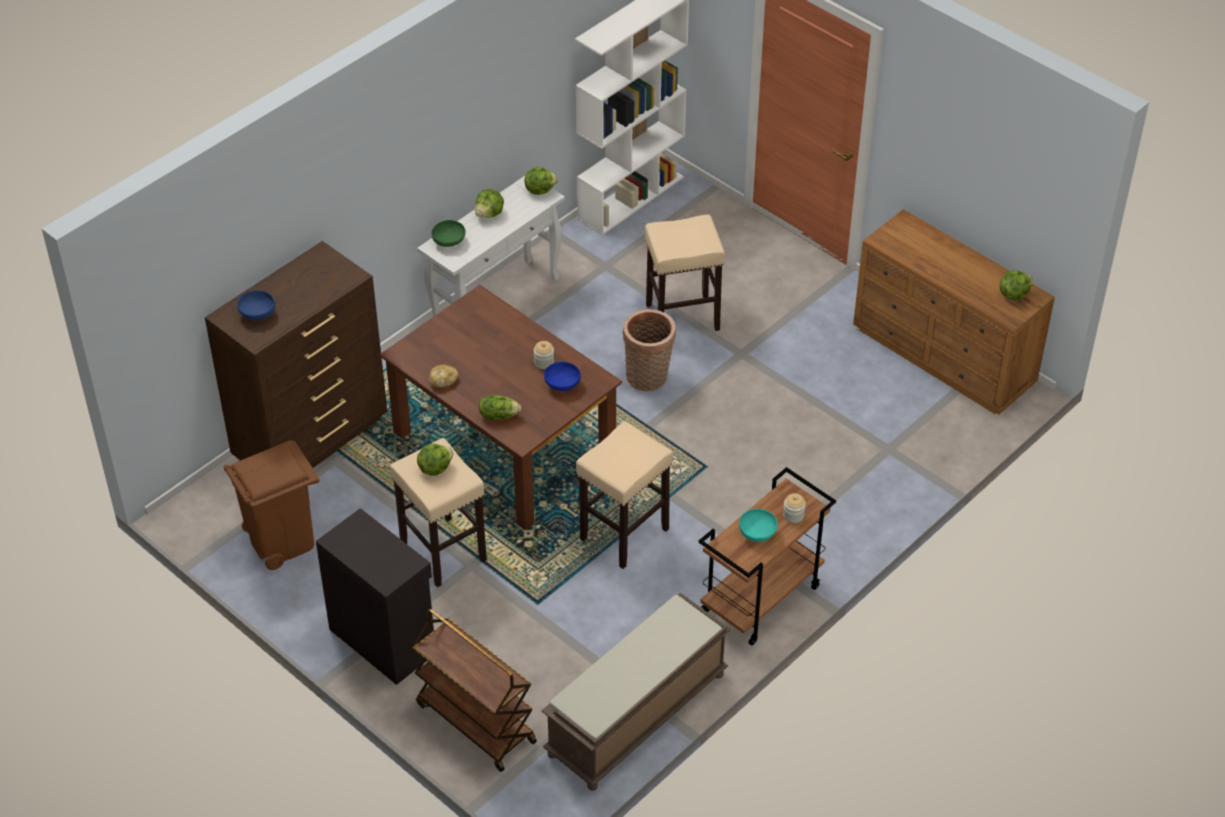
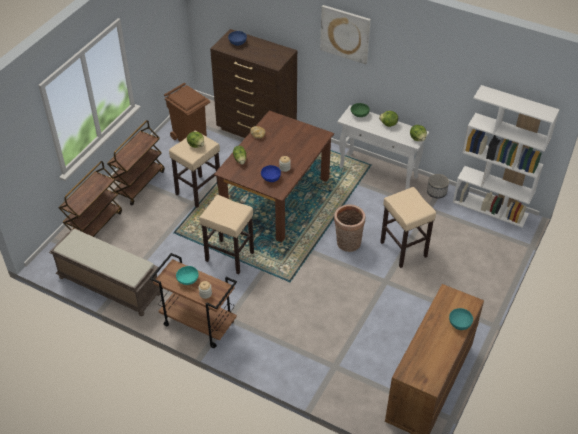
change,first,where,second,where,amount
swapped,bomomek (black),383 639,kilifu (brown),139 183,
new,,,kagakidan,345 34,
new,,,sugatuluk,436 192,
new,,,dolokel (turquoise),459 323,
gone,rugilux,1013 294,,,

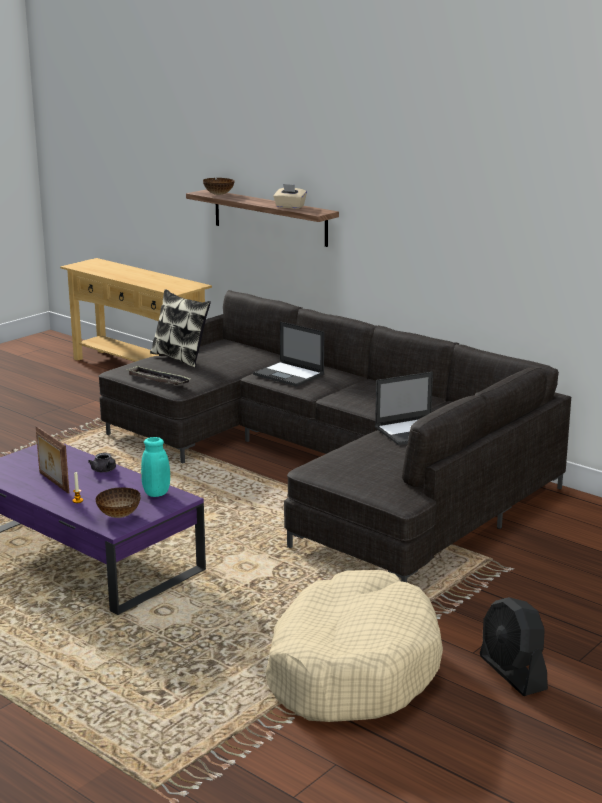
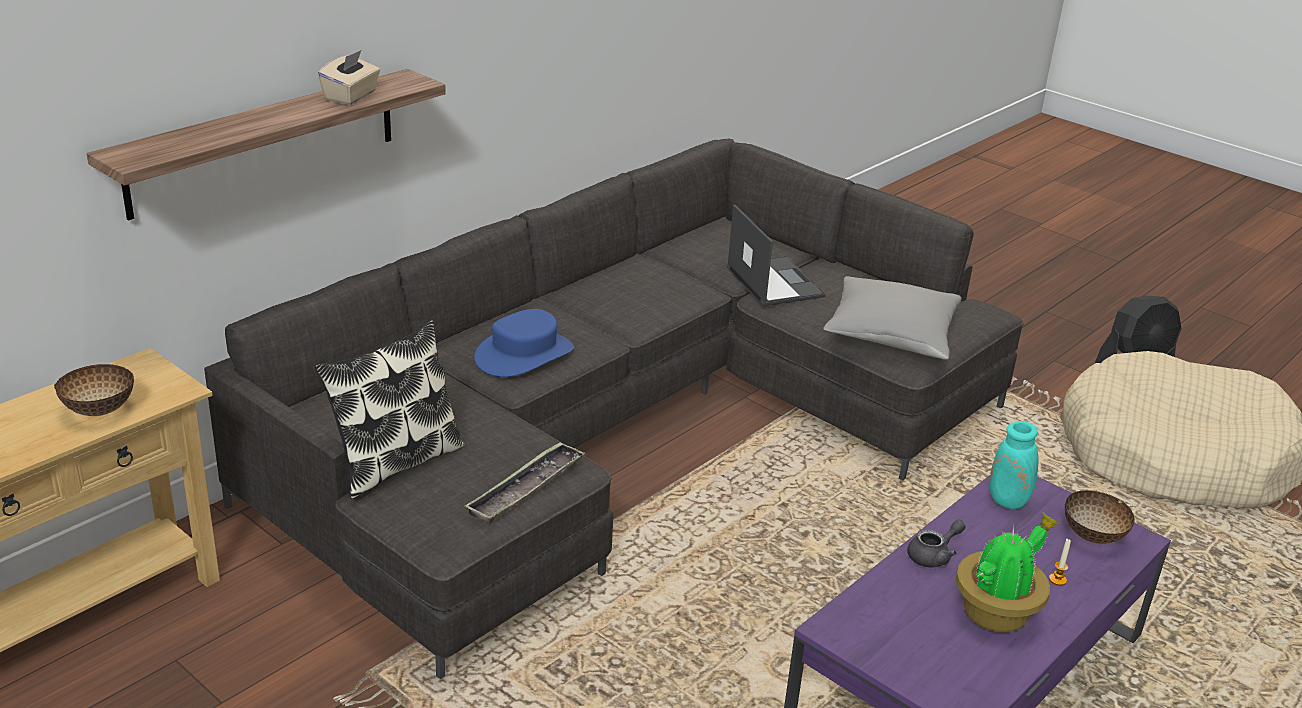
change,first,where,second,where,amount
shifted,dolokel,219 194,,100 409,
swapped,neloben,289 374,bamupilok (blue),524 354,
new,,,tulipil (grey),890 334,
swapped,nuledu,53 483,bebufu,997 612,

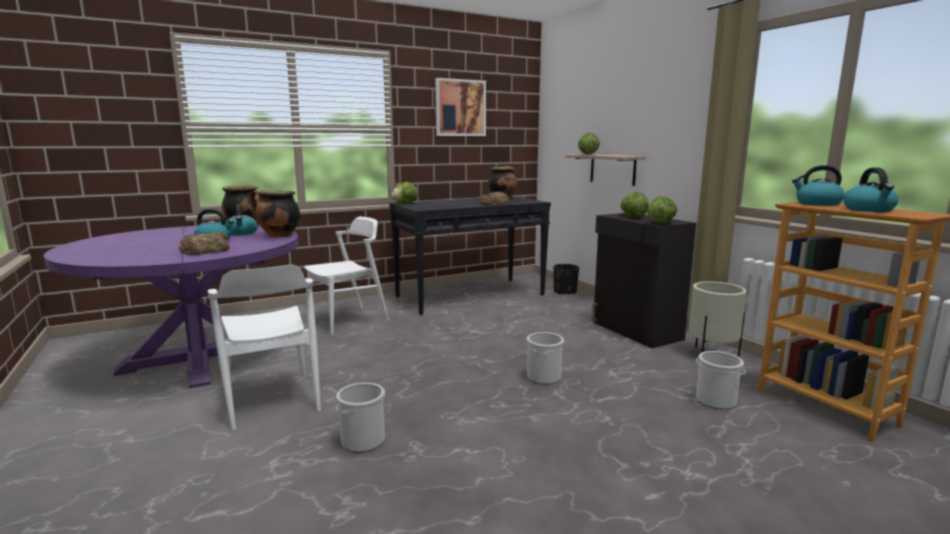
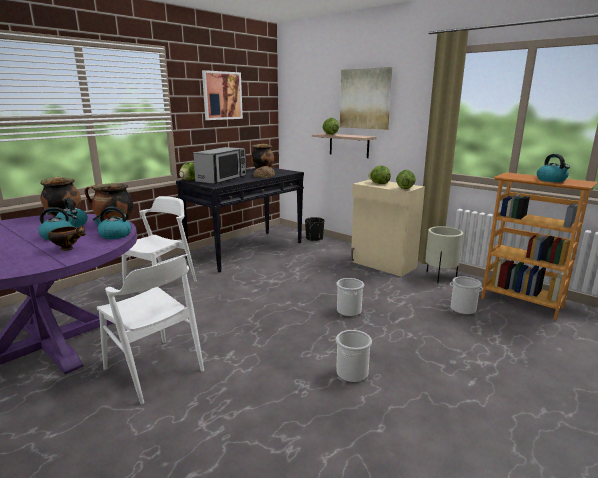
change,first,where,second,where,amount
swapped,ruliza,206 250,dolokel,68 249,
shifted,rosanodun,817 204,,114 235,
new,,,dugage,222 179,
shifted,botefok,363 440,,352 373,
new,,,kagakidan,365 99,
repainted,bomomek (black),636 331,bomomek (beige),383 264,

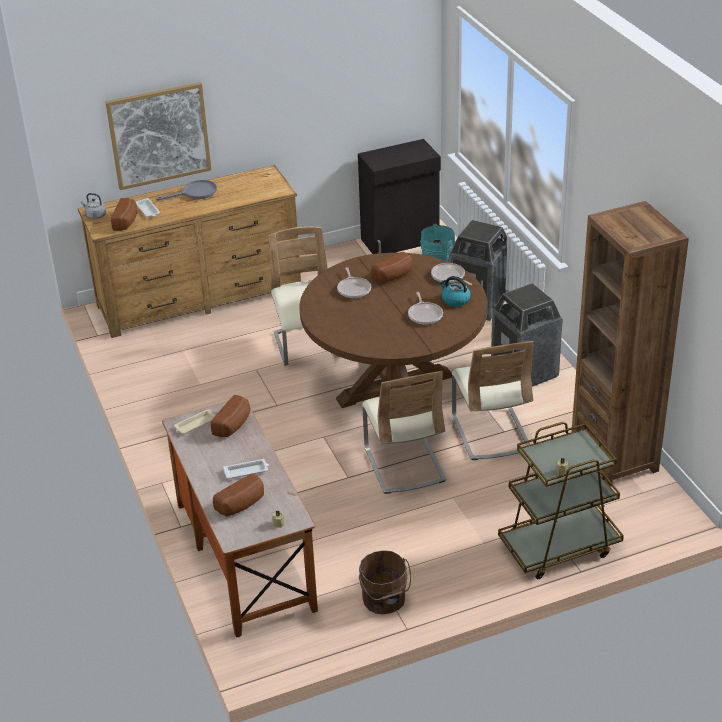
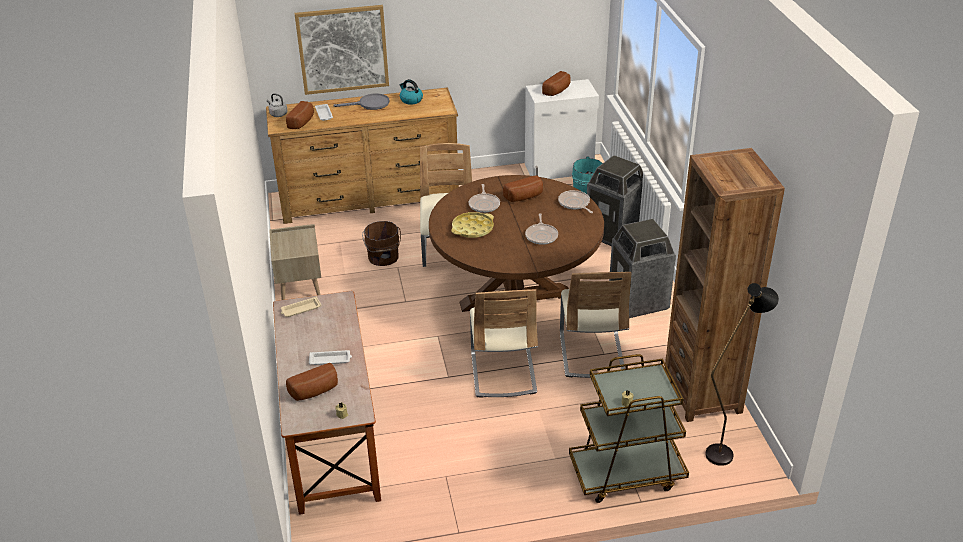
change,first,where,second,where,amount
new,,,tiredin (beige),299 287,
shifted,botefok (brown),384 600,,383 258,
shifted,rosanodun,455 300,,411 100,
new,,,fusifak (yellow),472 228,
repainted,bomomek (black),401 241,bomomek (white),559 169,
shifted,ruliza,234 425,,558 90,
new,,,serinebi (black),725 450,

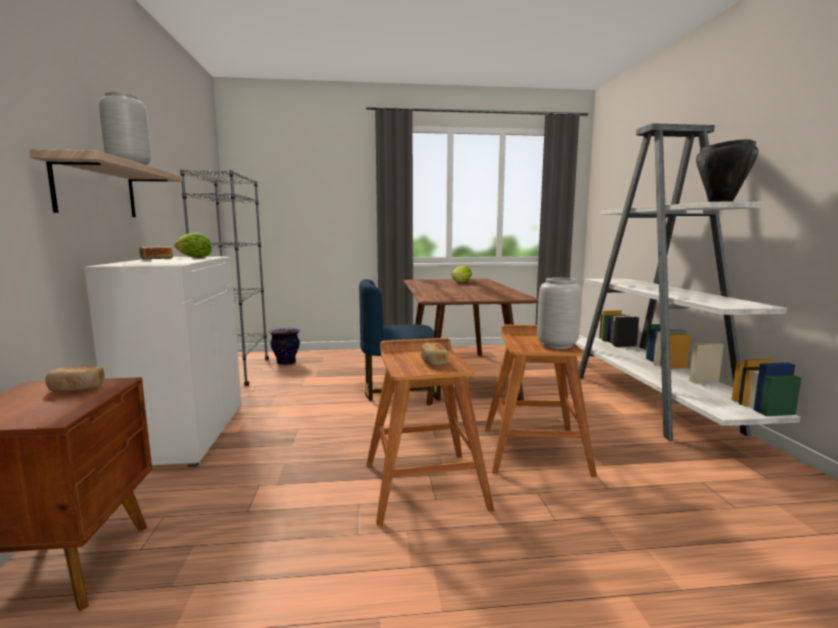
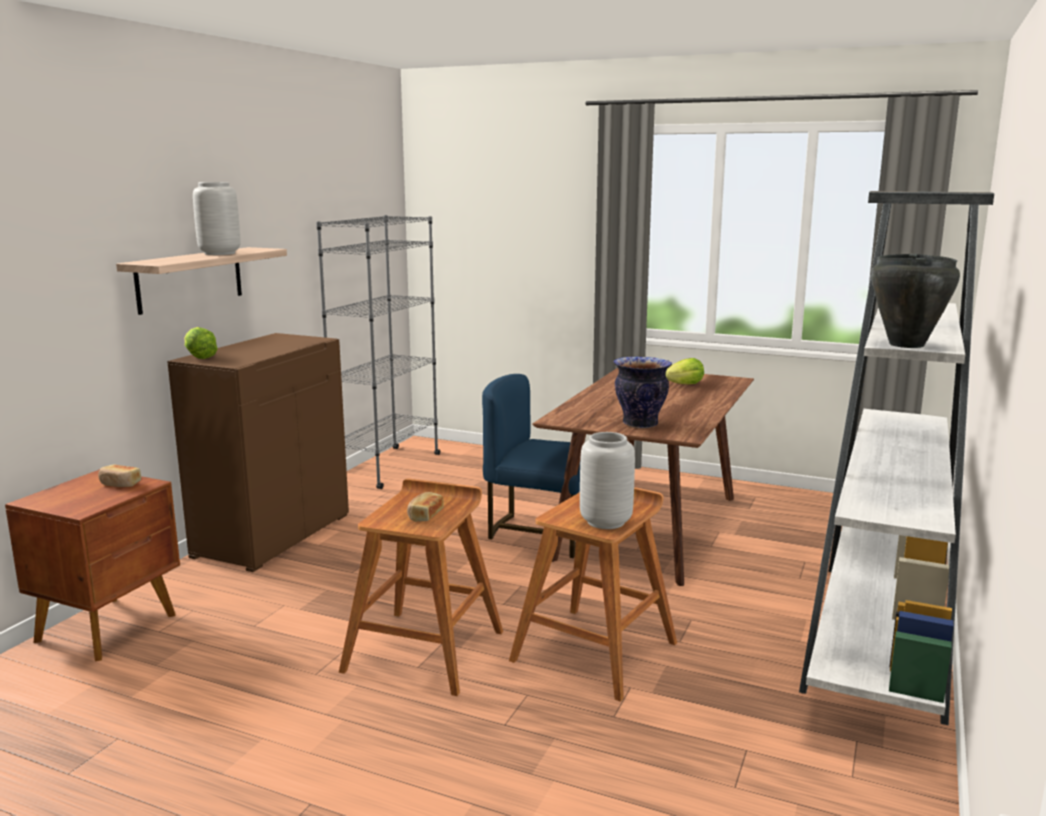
change,first,where,second,where,amount
repainted,bomomek (white),184 434,bomomek (brown),272 535,
shifted,rugilux,193 258,,200 357,
shifted,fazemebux,286 363,,641 424,
gone,ruliza,157 259,,,

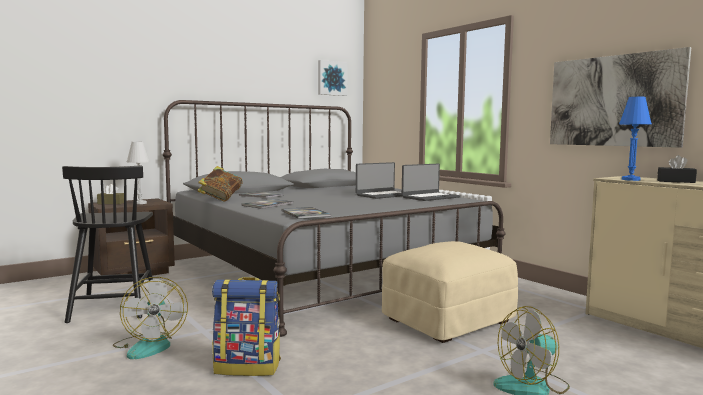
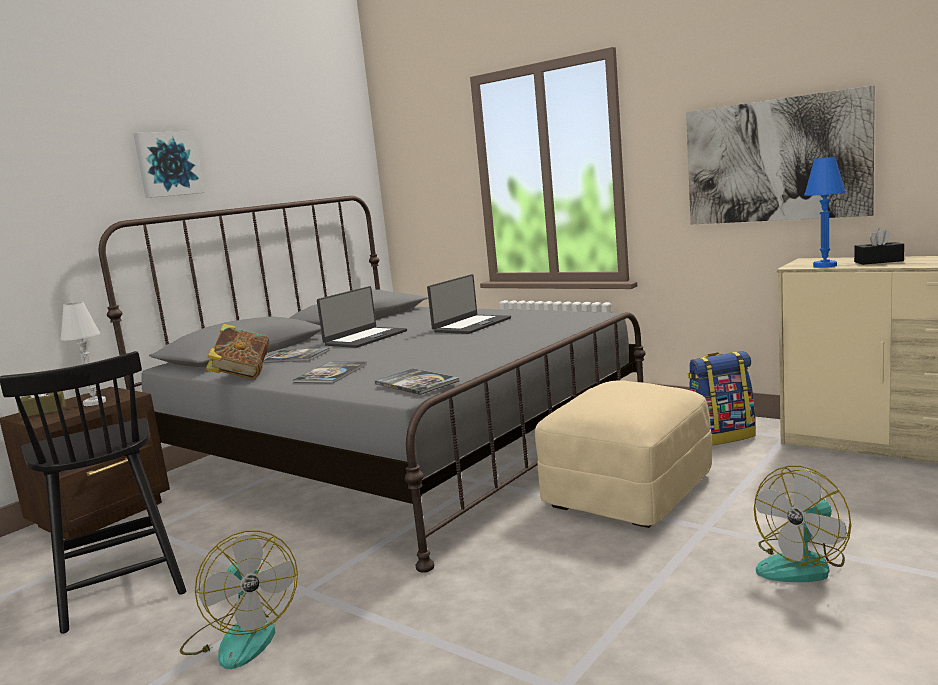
change,first,where,second,where,amount
shifted,kagakidan,331 78,,168 164,
shifted,neloben,430 197,,365 338,
shifted,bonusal,248 367,,721 436,

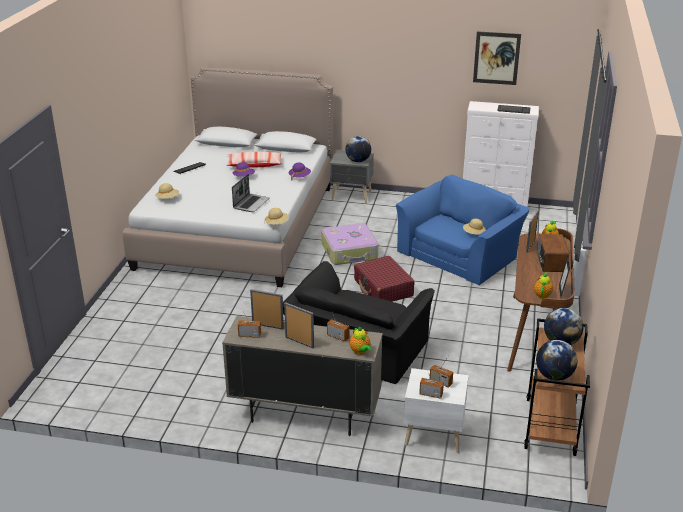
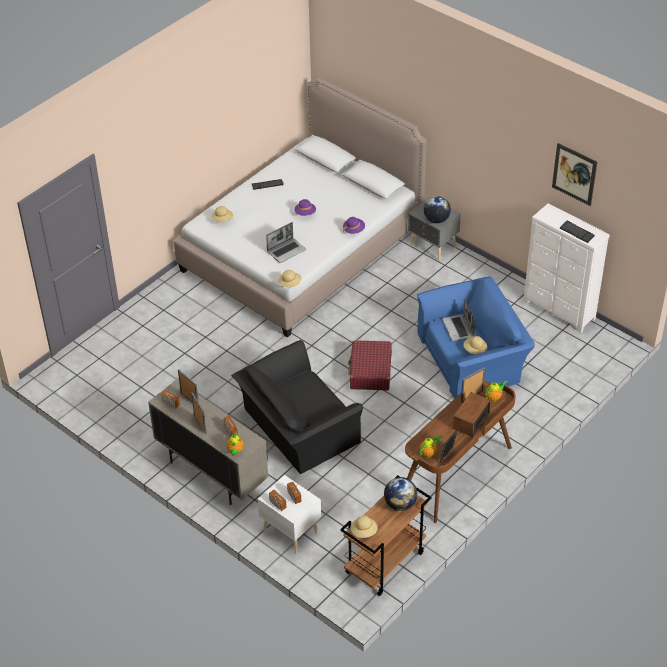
change,first,where,second,where,amount
swapped,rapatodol,554 376,bamupilok (beige),364 531,
new,,,neloben,459 328,
gone,tulipil,254 165,,,
gone,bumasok,350 252,,,

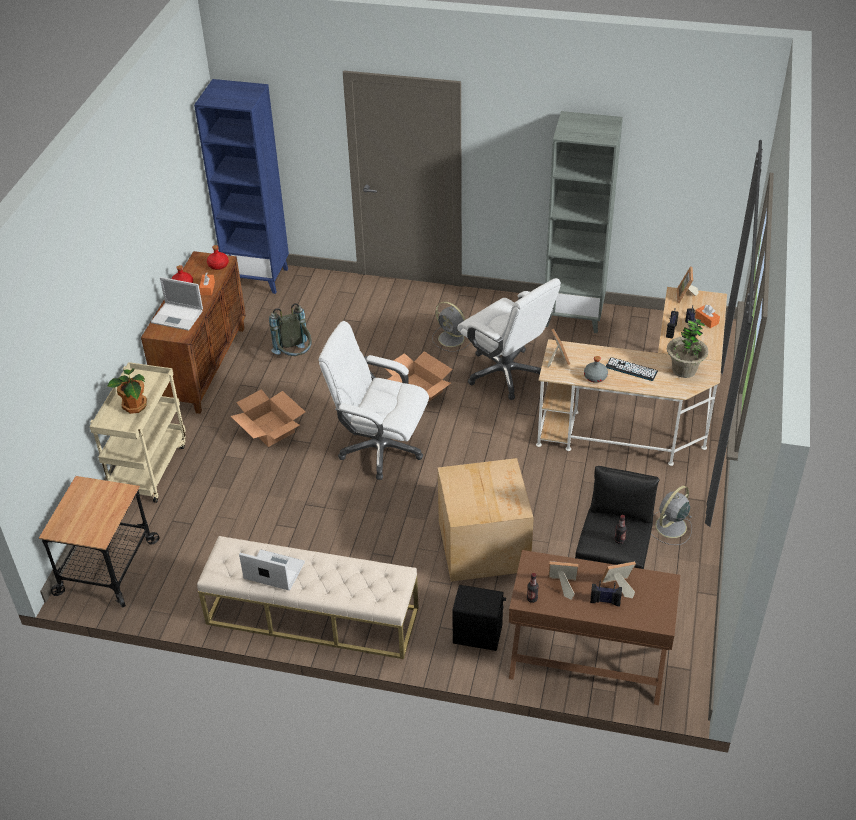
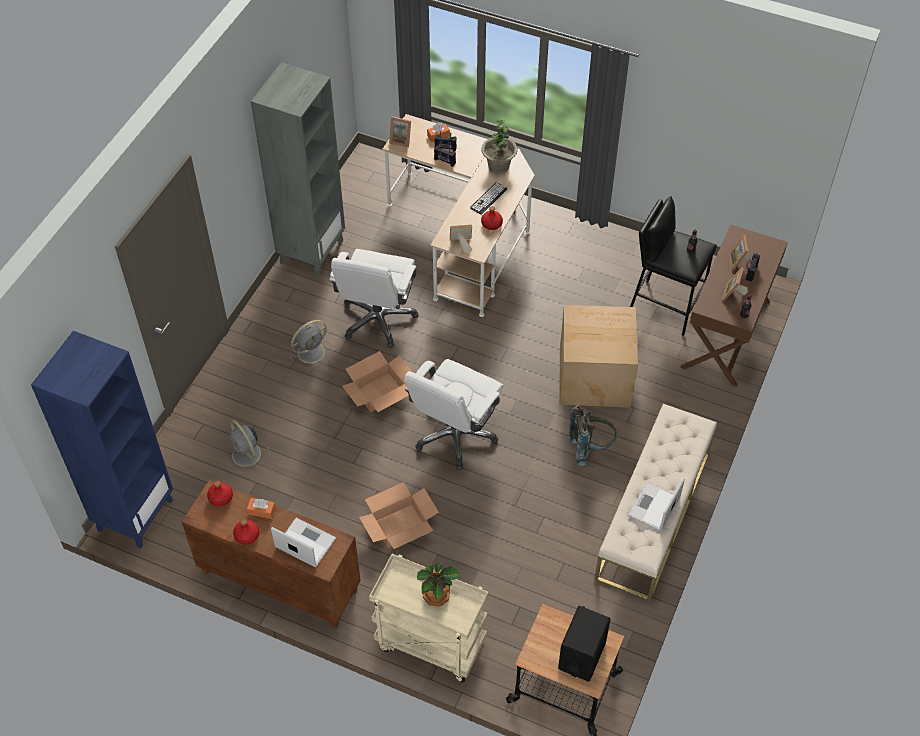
change,first,where,second,where,amount
shifted,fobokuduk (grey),670 527,,247 455,
rotated,neloben,178 316,,304 542,90 degrees counterclockwise
rotated,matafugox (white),506 373,,378 319,135 degrees clockwise
repainted,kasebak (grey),595 377,kasebak (red),491 224,
shifted,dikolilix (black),478 635,,582 655,
shifted,bonusal (grey),295 357,,591 448,

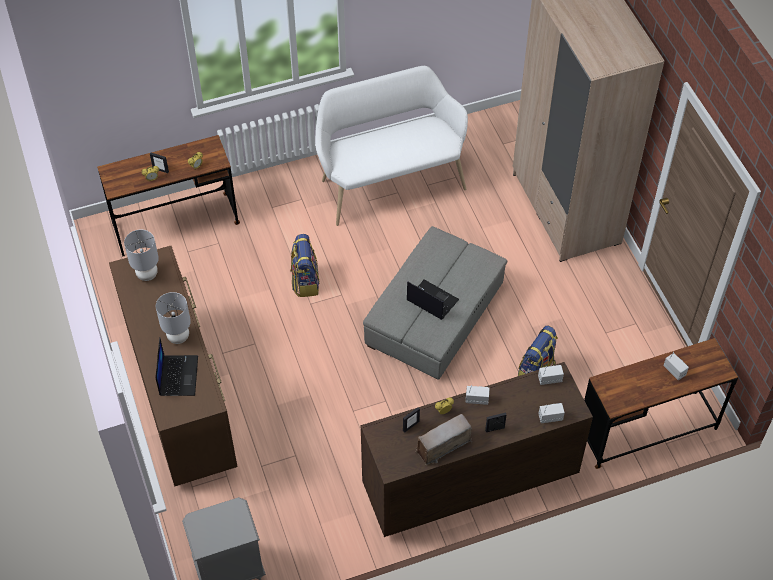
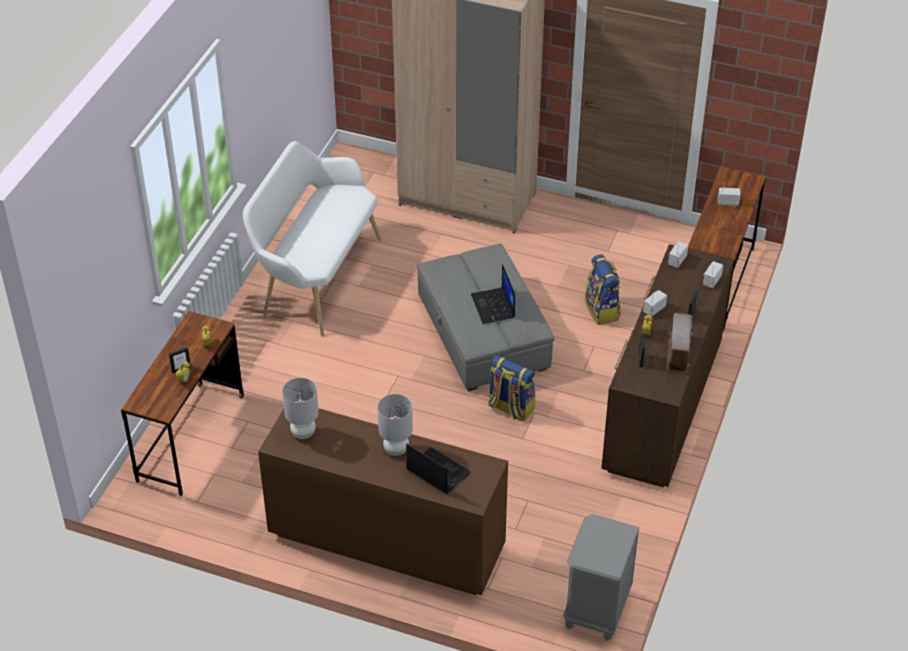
change,first,where,second,where,amount
rotated,neloben,431 300,,493 306,90 degrees counterclockwise
shifted,bonusal,305 281,,510 408,

